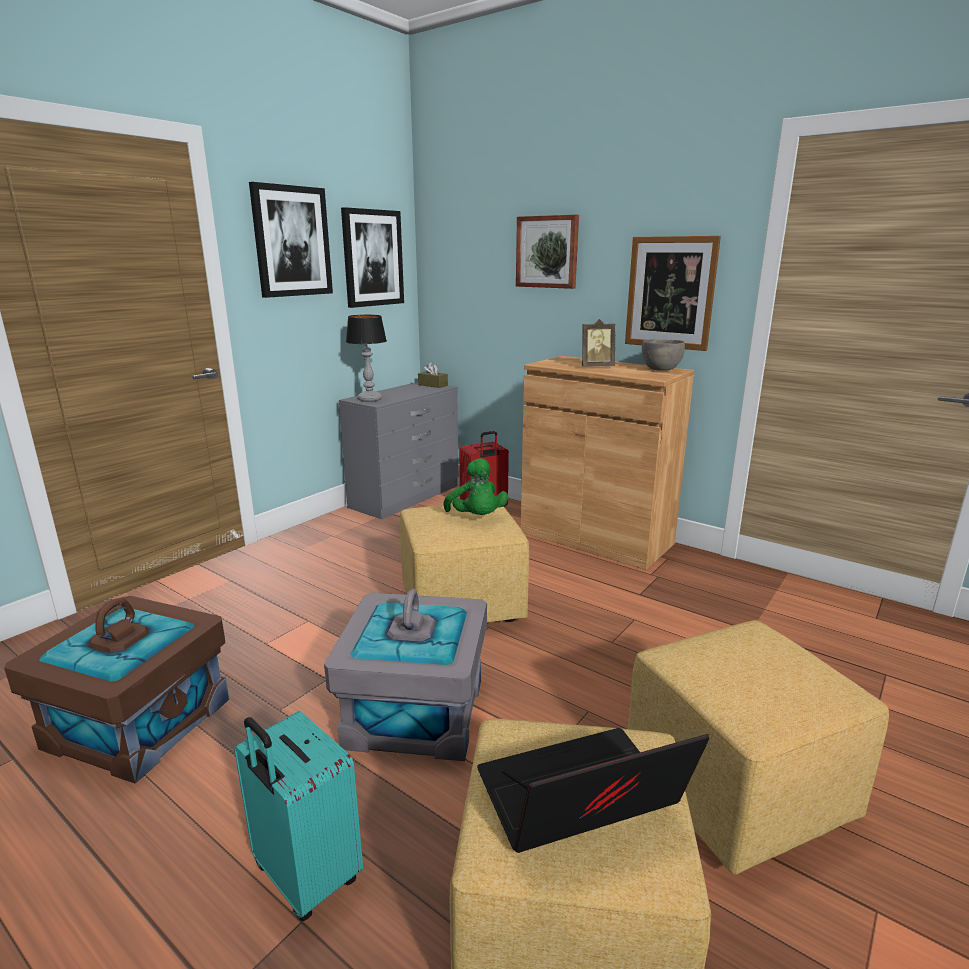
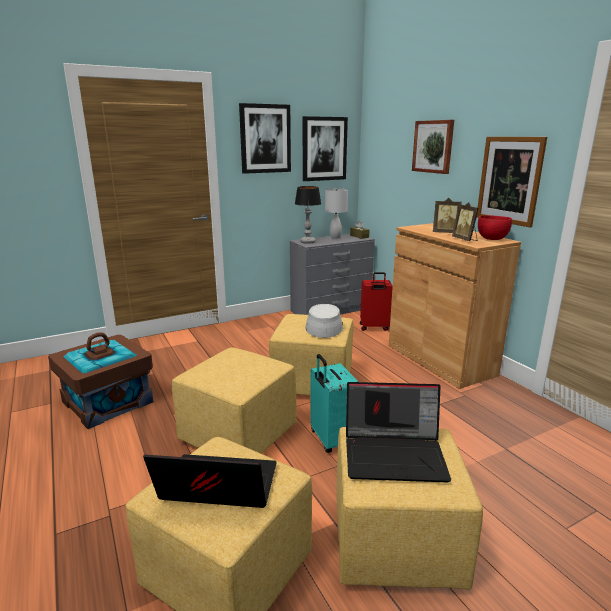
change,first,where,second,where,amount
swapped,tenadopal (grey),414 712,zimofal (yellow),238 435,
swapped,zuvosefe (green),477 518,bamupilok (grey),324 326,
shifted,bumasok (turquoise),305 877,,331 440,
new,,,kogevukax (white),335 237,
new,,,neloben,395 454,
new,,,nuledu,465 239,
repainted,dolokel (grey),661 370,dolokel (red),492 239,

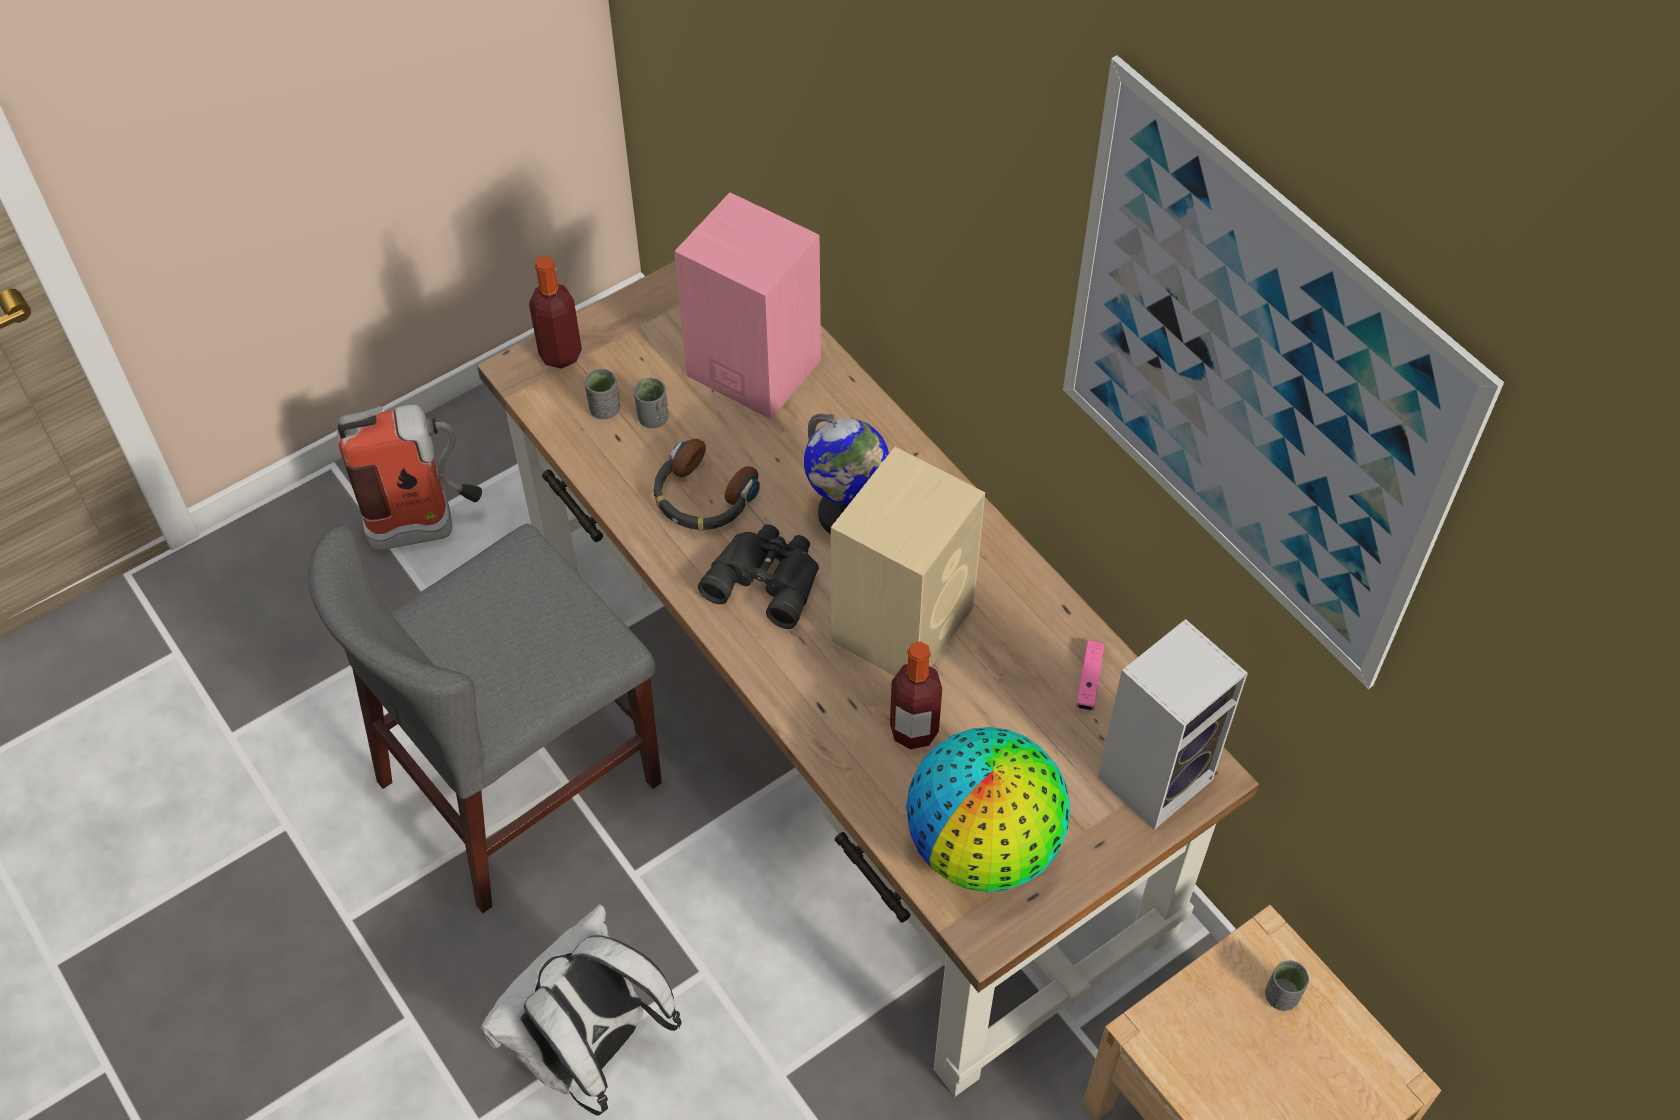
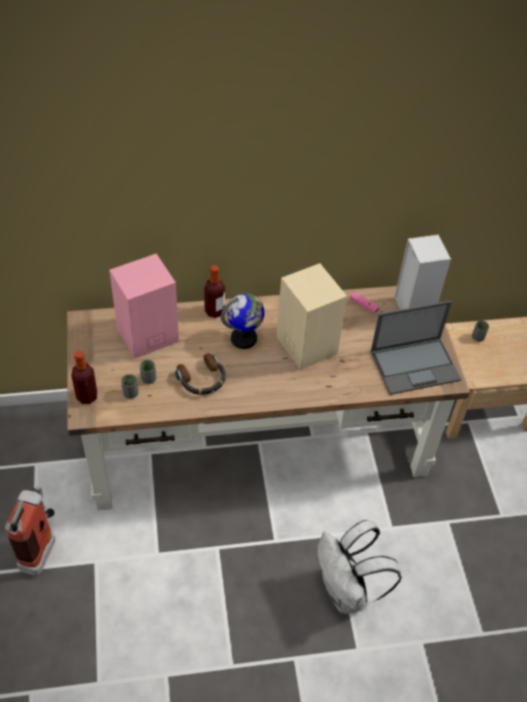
change,first,where,second,where,amount
shifted,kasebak,914 730,,214 311,
swapped,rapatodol,984 845,neloben,415 365,
gone,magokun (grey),520 782,,,
gone,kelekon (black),766 577,,,
gone,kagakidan,1251 385,,,

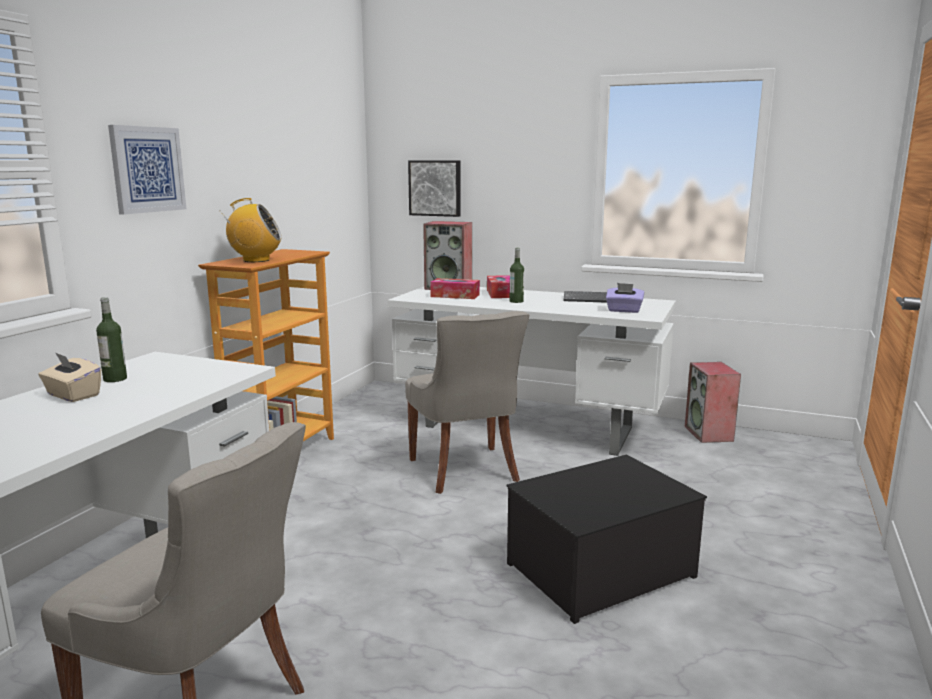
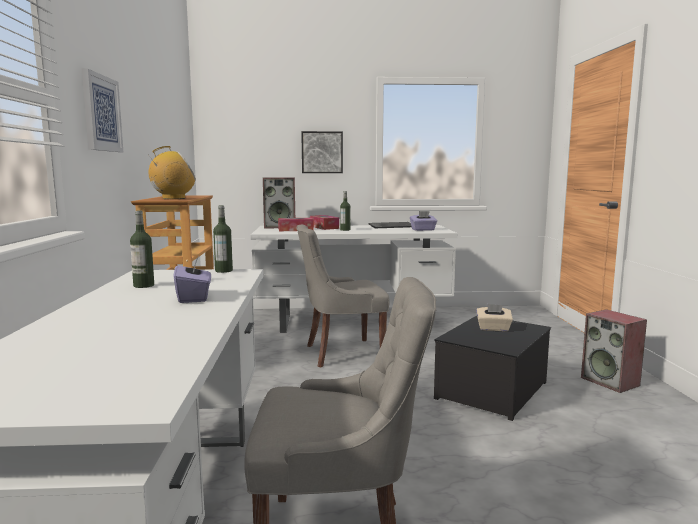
change,first,where,second,where,amount
new,,,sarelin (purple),194 298,
new,,,kasebak,223 271,
rotated,magokun (grey),465 471,,341 353,120 degrees clockwise
shifted,kagakidan,435 188,,322 152,
shifted,sarelin (beige),72 395,,493 329,
shifted,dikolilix,709 434,,611 382,

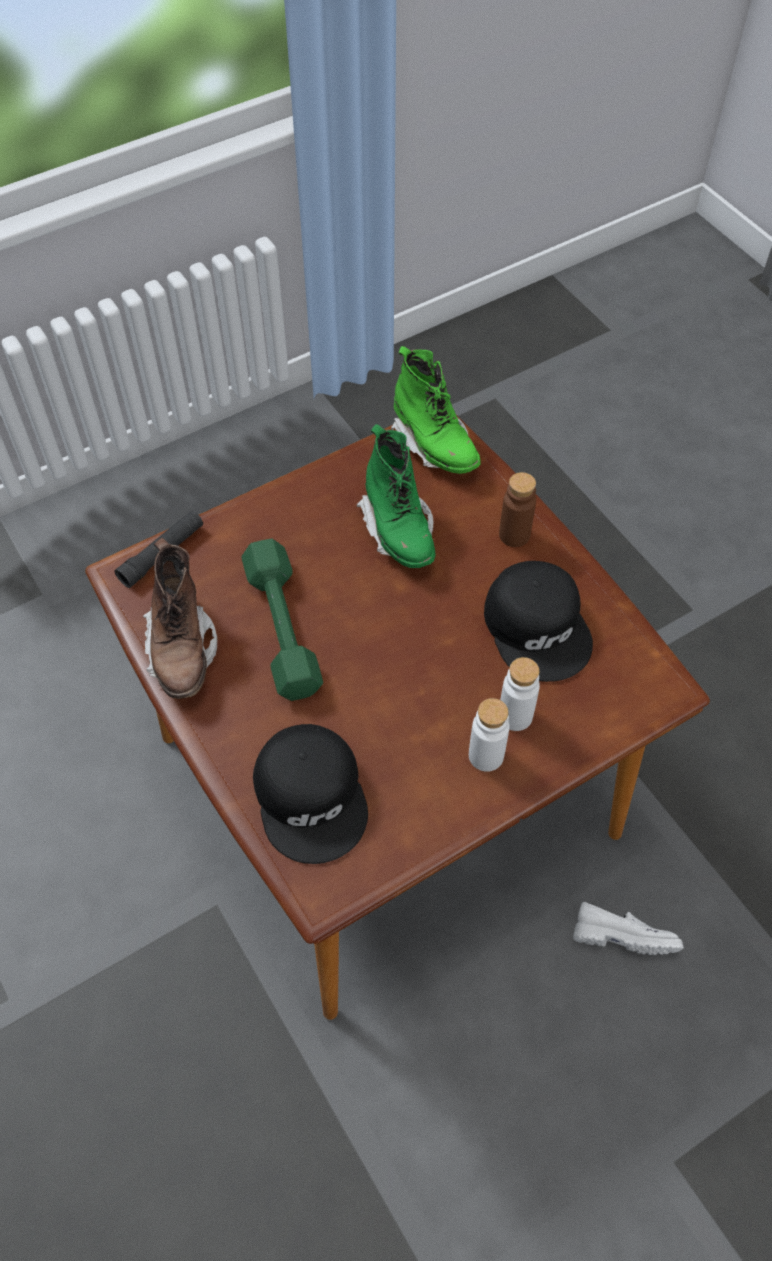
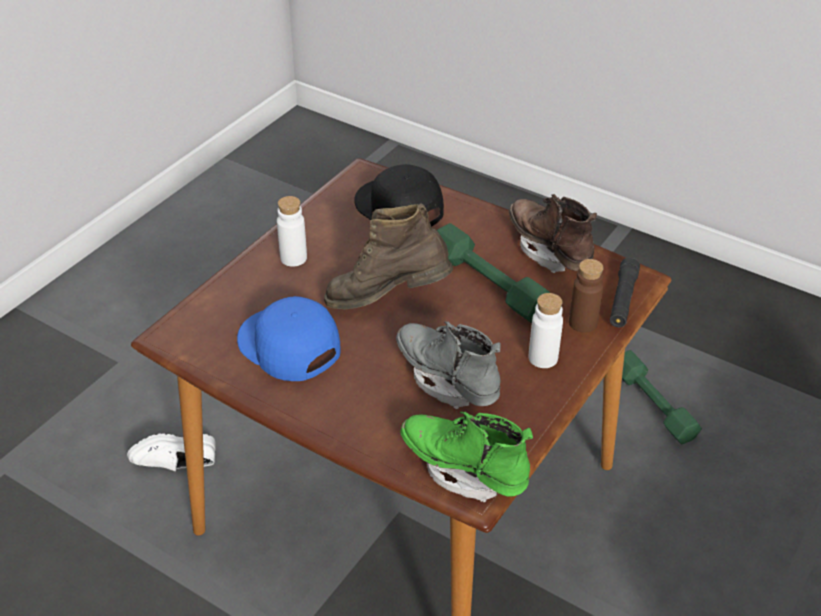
change,first,where,second,where,amount
repainted,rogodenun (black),539 627,rogodenun (blue),287 345,
new,,,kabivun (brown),387 300,
repainted,kabivun (green),398 530,kabivun (grey),447 380,
shifted,kasebak (white),515 716,,543 358,
shifted,kasebak (brown),514 535,,583 323,
new,,,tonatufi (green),653 404,

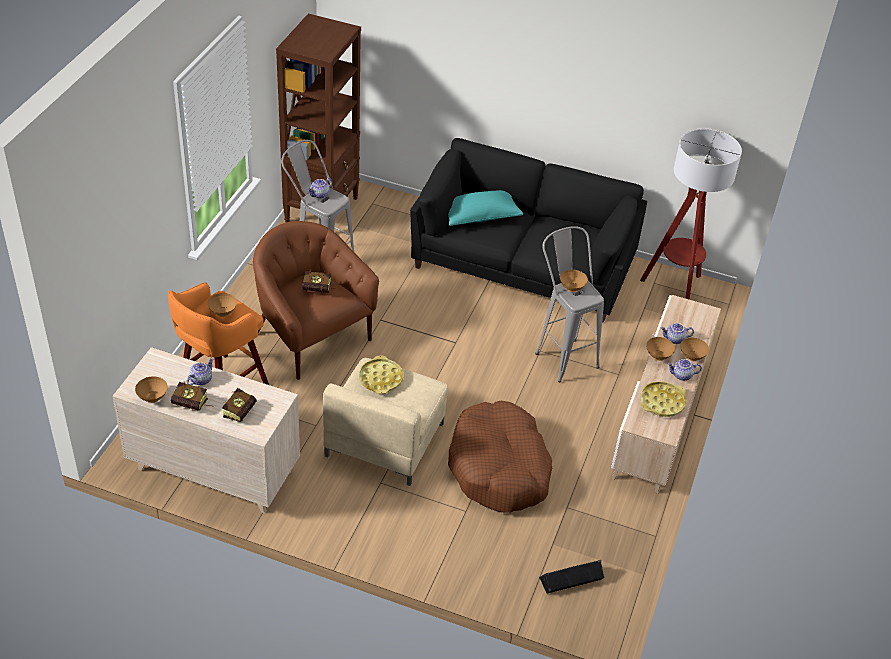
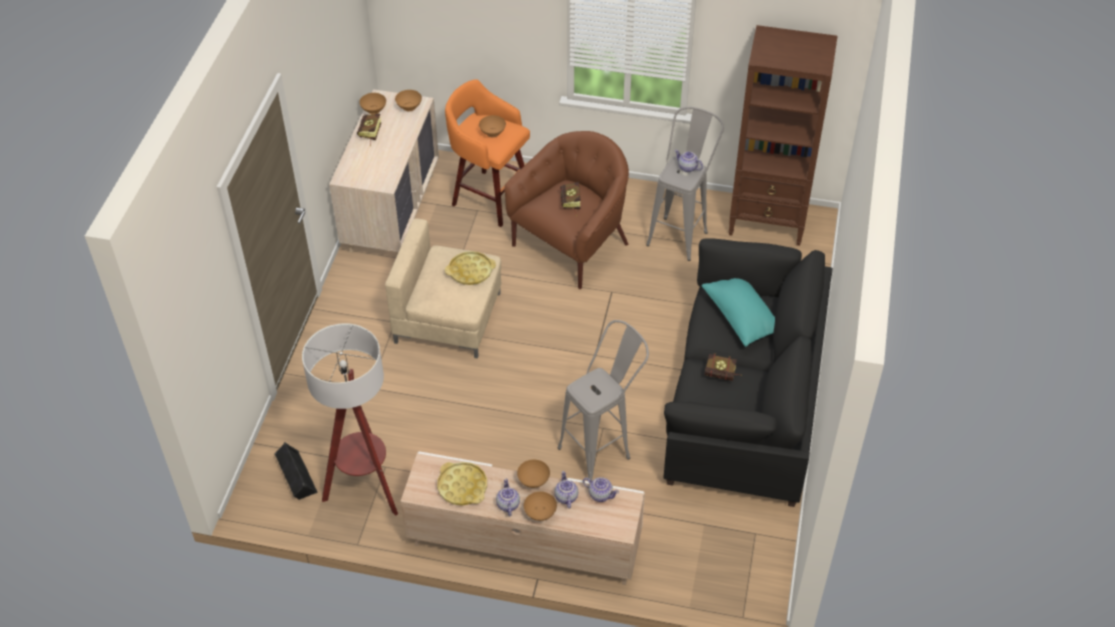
change,first,where,second,where,amount
shifted,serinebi,675 290,,366 489,
shifted,dolokel (brown),571 288,,409 107,
shifted,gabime,200 380,,600 494,
shifted,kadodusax,241 410,,723 375,
gone,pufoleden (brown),499 468,,,

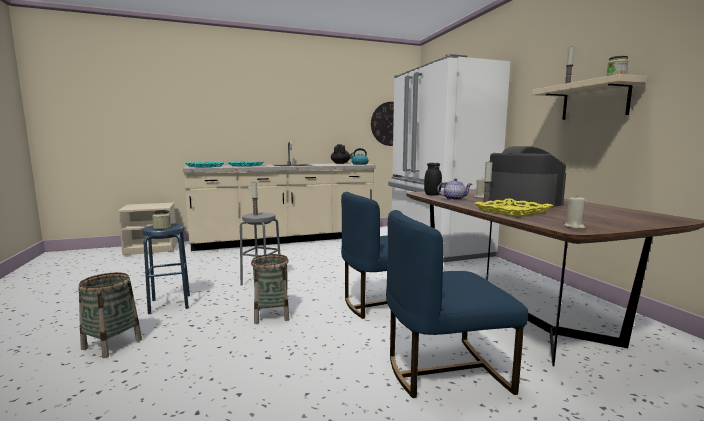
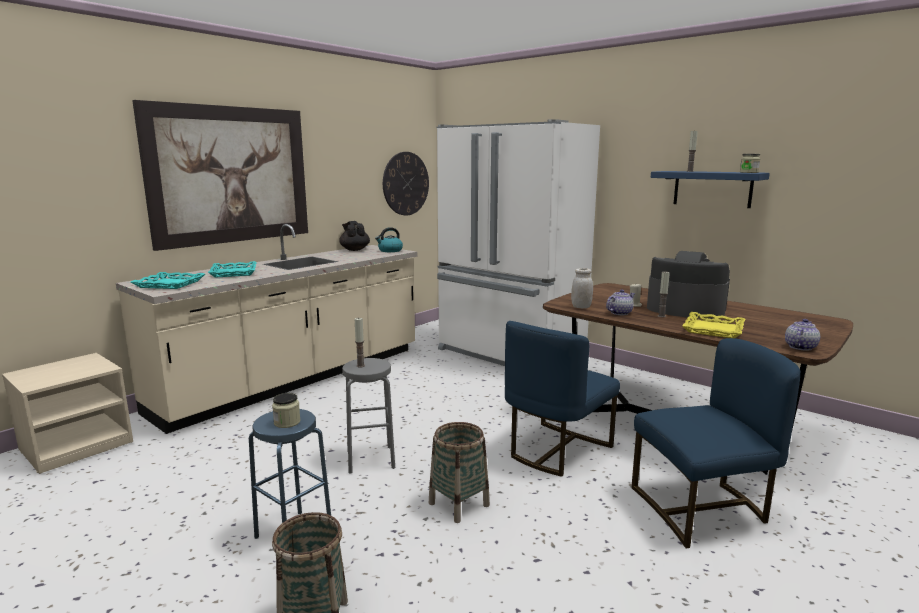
change,first,where,second,where,amount
new,,,kagakidan,230 175,
repainted,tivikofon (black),432 195,tivikofon (white),581 307,
rotated,magokun (blue),444 370,,702 509,150 degrees counterclockwise
repainted,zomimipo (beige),594 101,zomimipo (blue),712 189,
swapped,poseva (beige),574 226,gabime,800 347,

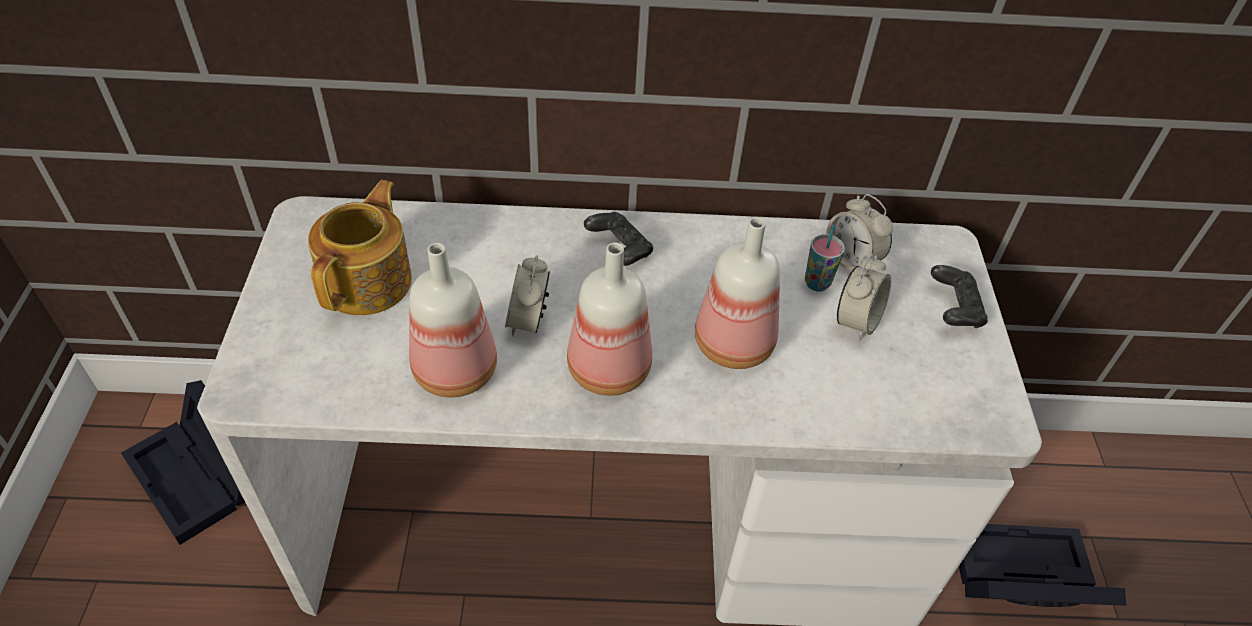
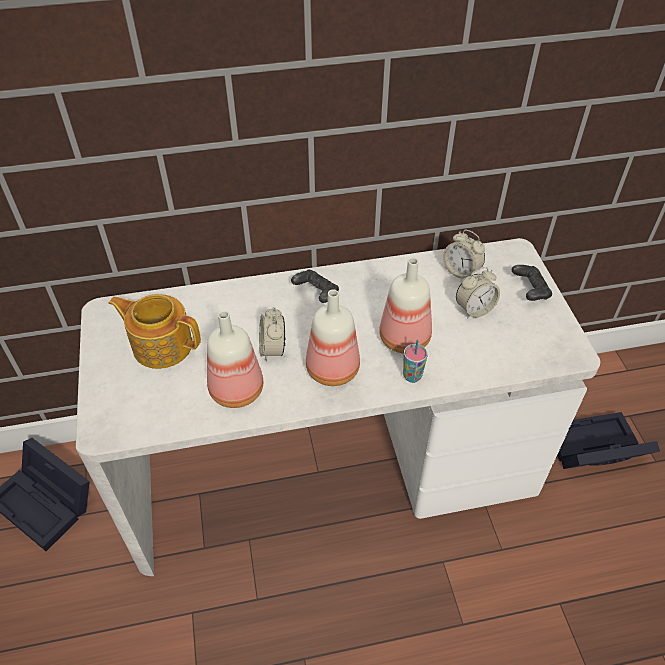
change,first,where,second,where,amount
rotated,gabime,369 281,,161 344,75 degrees counterclockwise
shifted,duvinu,817 283,,412 376,
rotated,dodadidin,856 321,,474 309,45 degrees clockwise

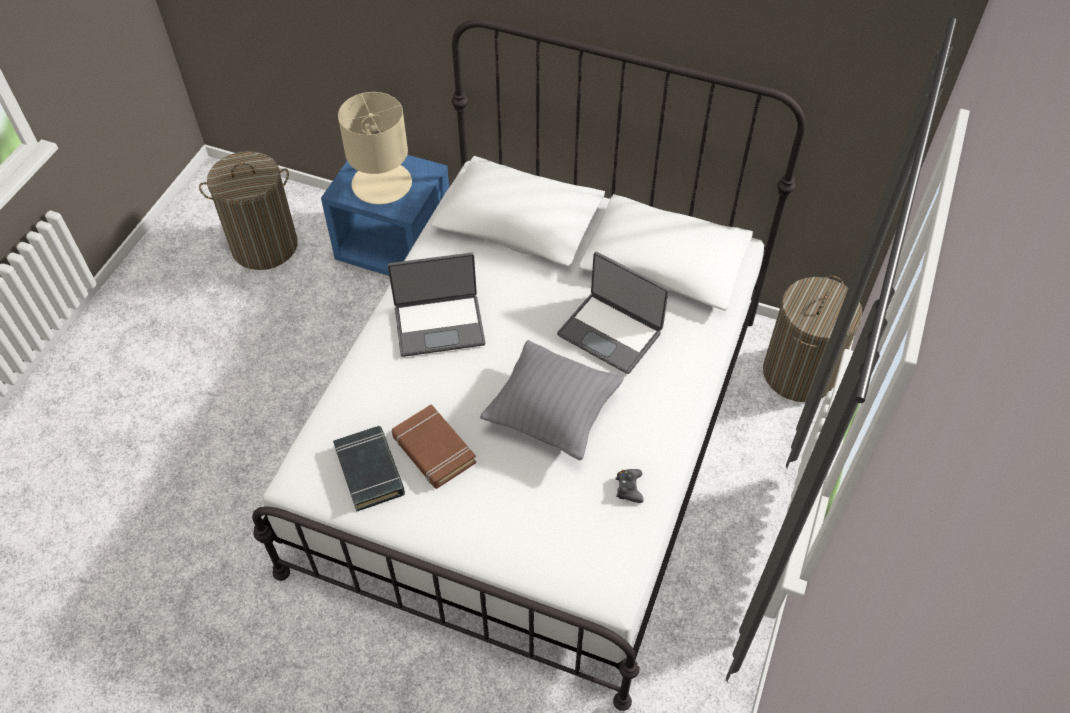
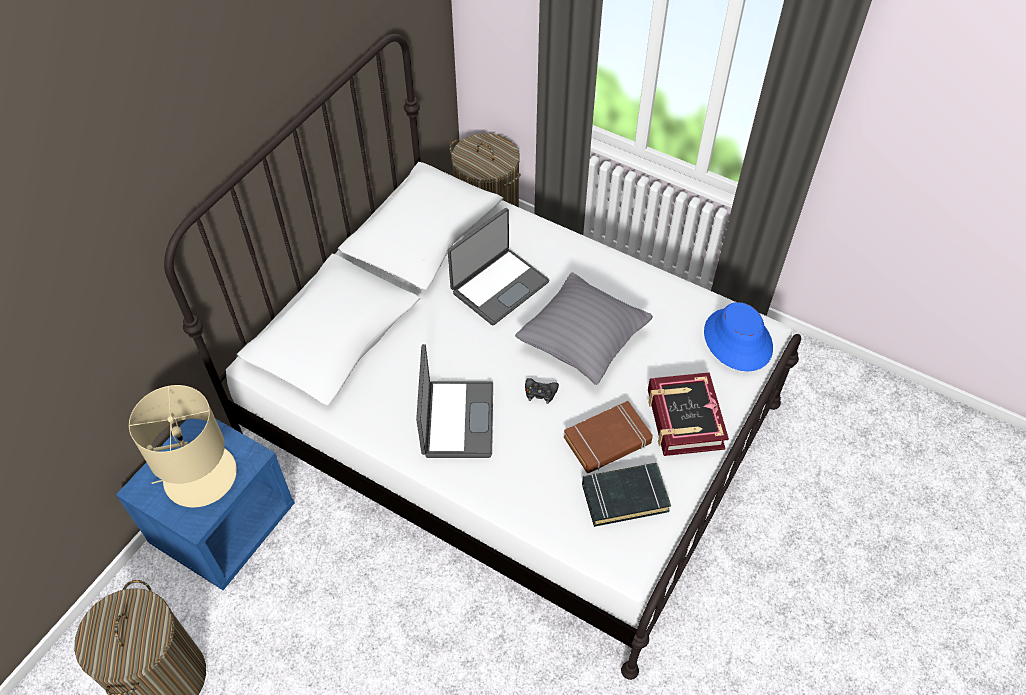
change,first,where,second,where,amount
shifted,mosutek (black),629 488,,540 393,
new,,,kadodusax,684 419,
new,,,bamupilok (blue),737 340,

